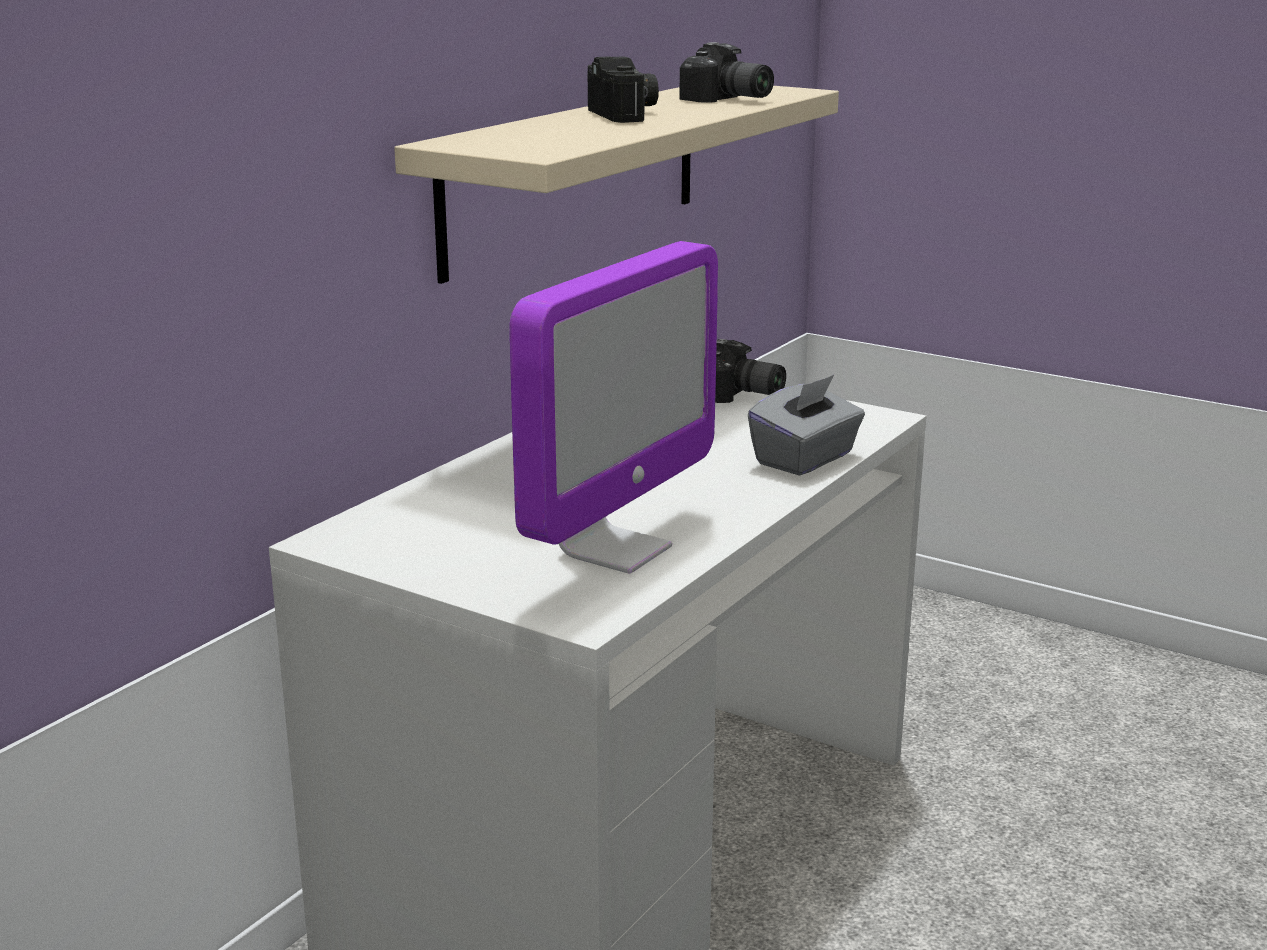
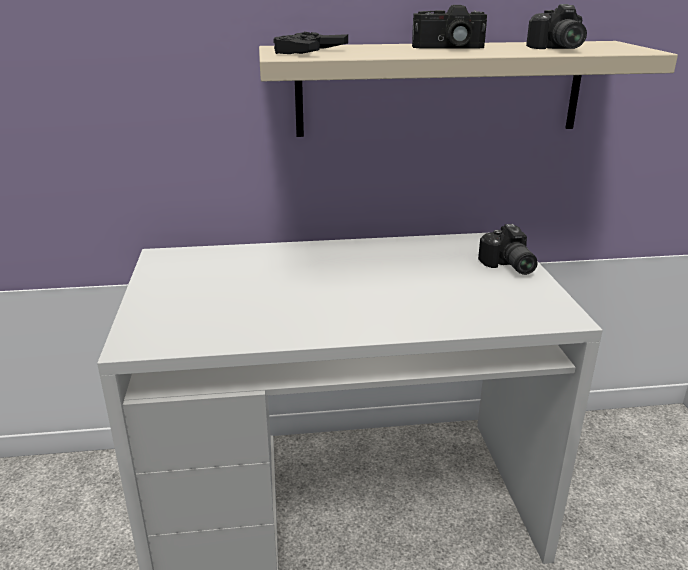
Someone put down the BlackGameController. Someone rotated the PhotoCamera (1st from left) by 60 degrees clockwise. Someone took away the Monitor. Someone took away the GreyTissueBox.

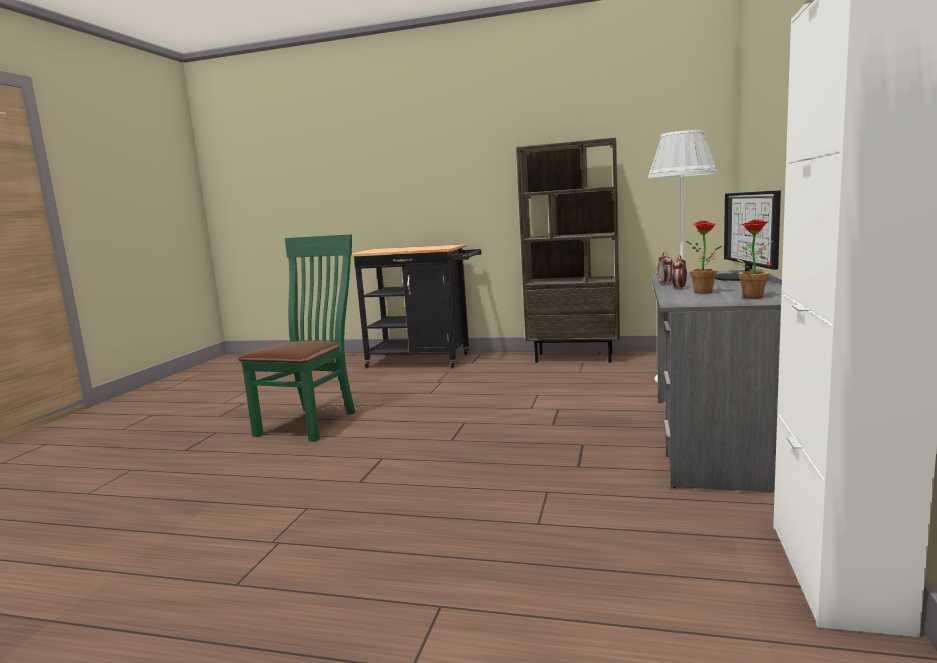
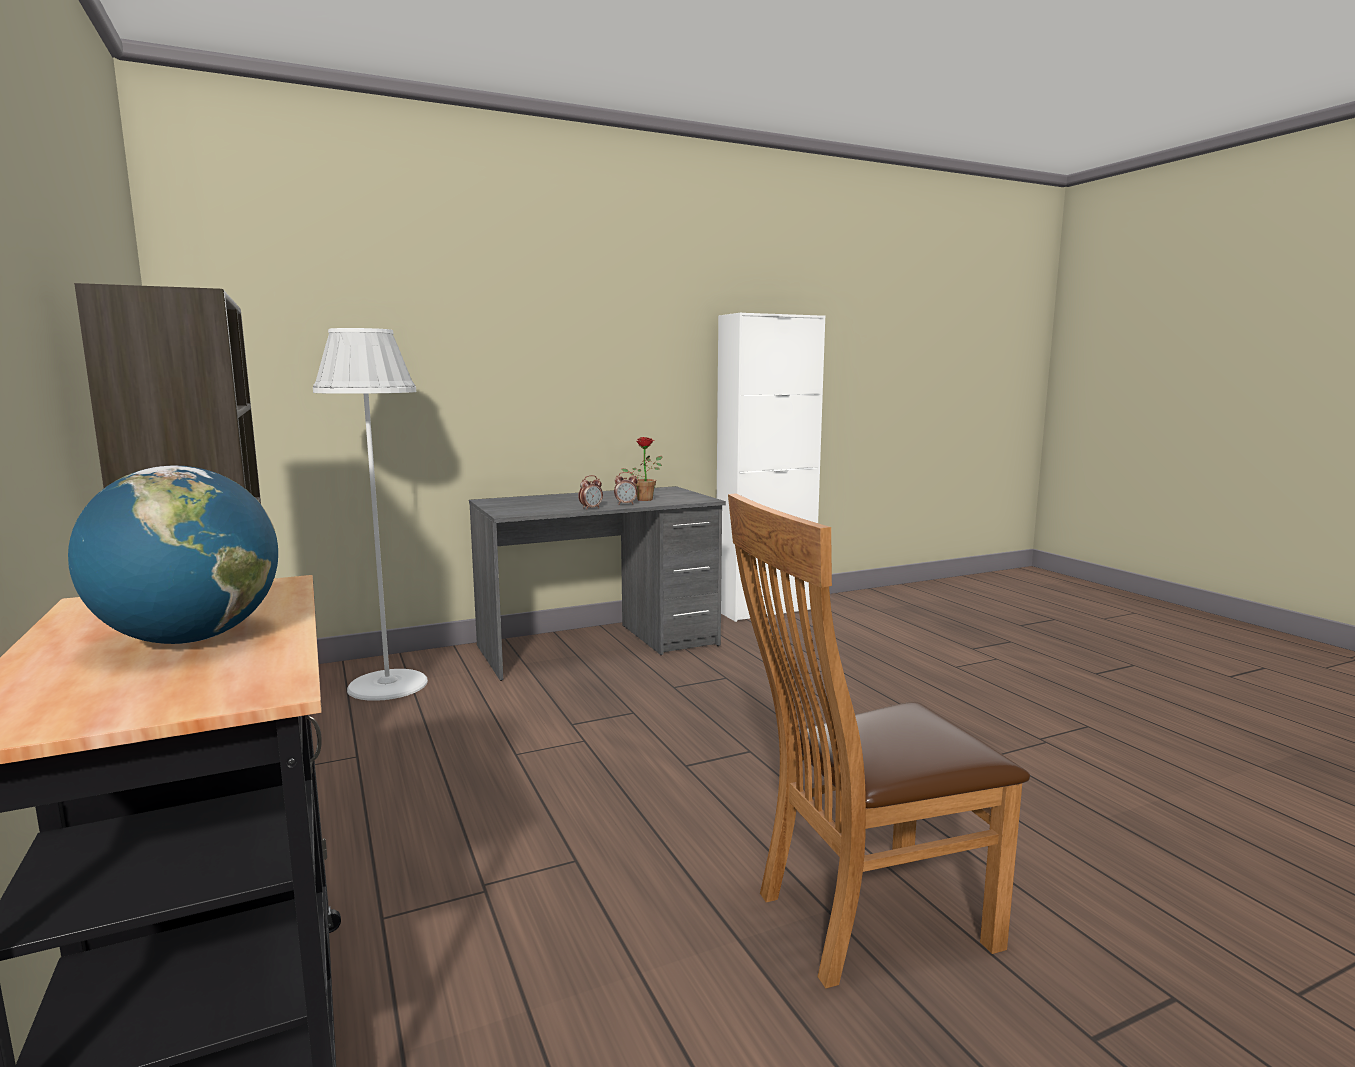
Someone put down the Globe. Someone repainted the GreenChair, which became the BrownChair. Someone took away the Monitor. Someone took away the PottedPlant (2nd from left).

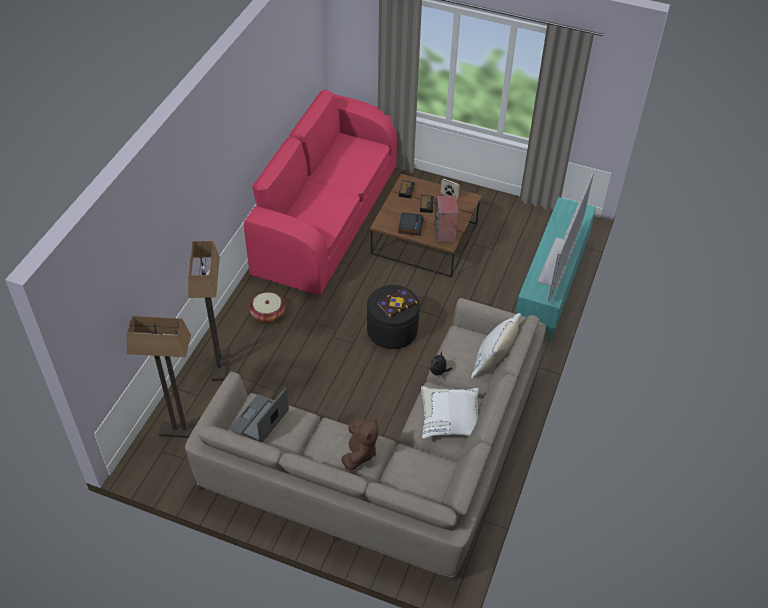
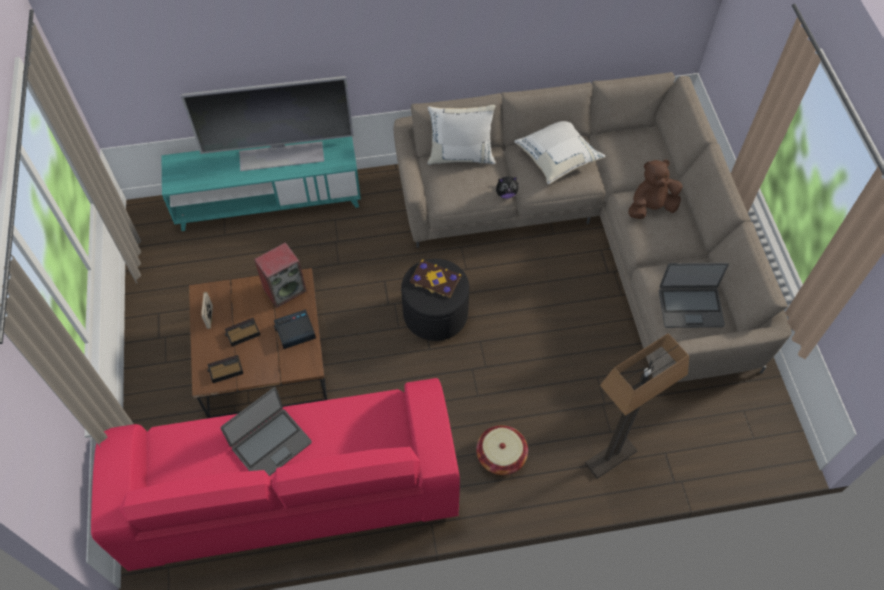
Someone put down the Laptop (1st from left). Someone took away the FloorLamp (1st from left).

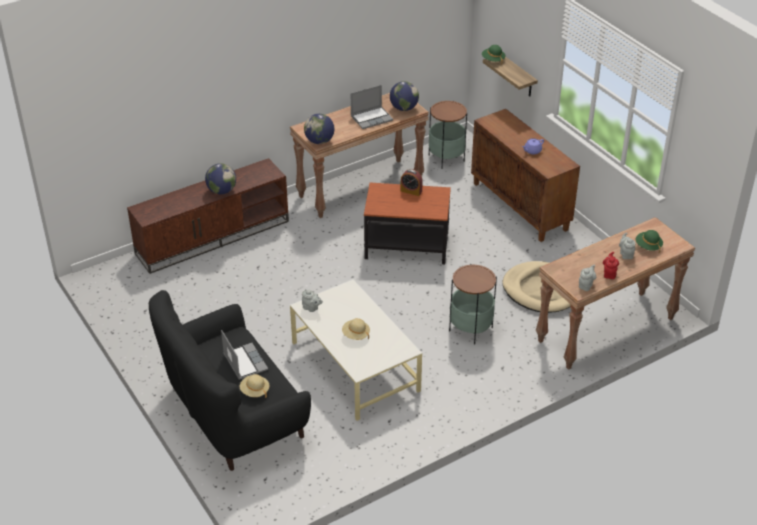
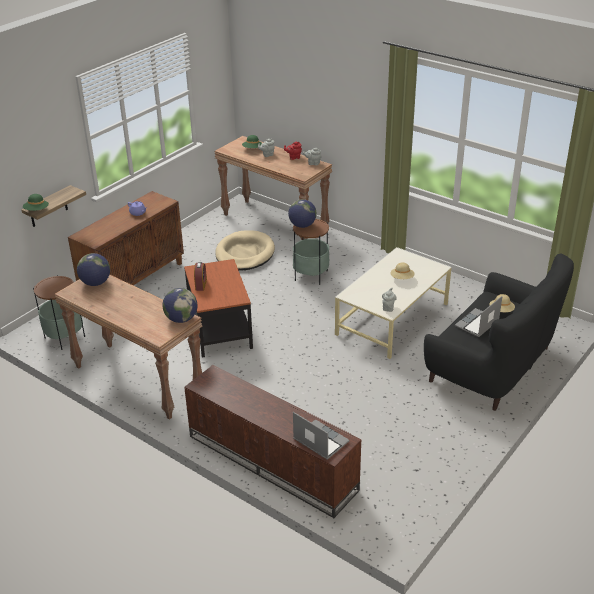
Someone carried the Globe (1st from left in the first image). Someone carried the Laptop (2nd from left in the first image).

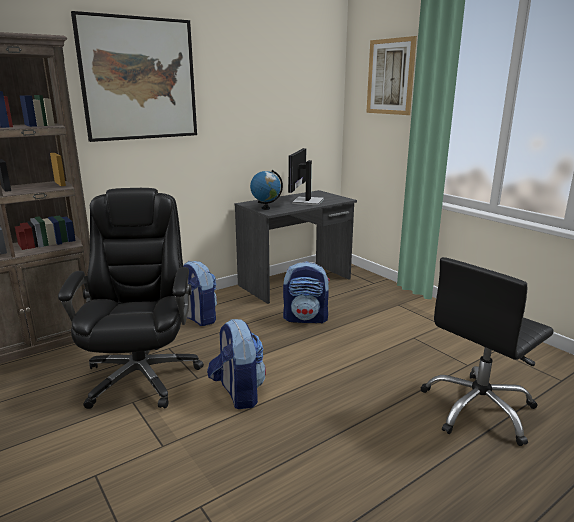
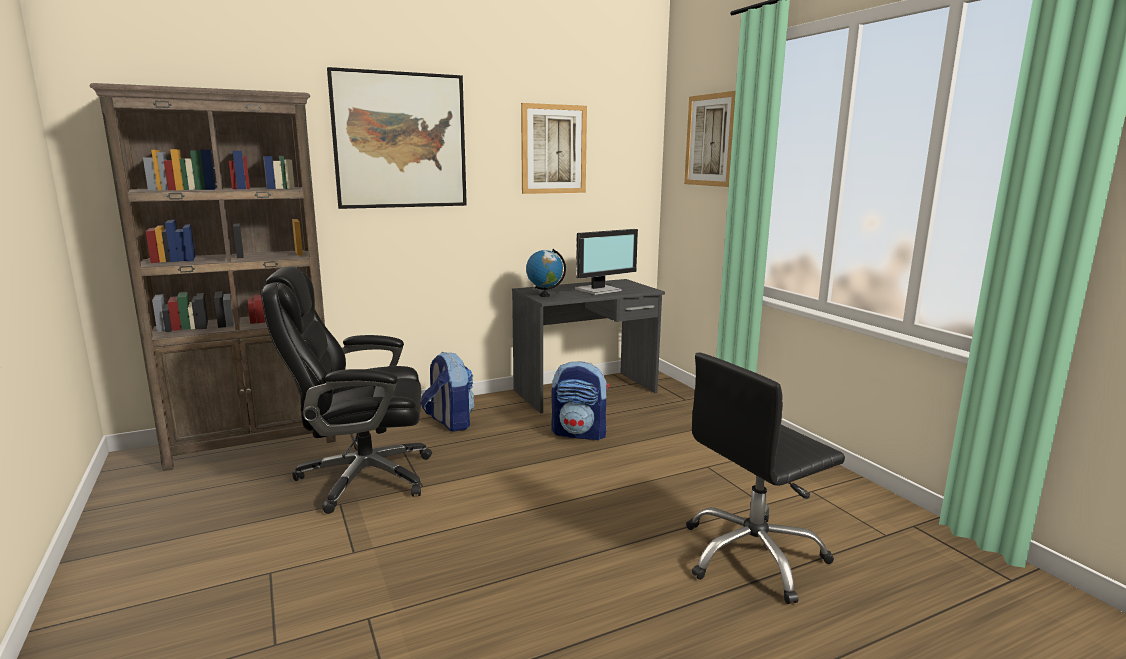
Someone rotated the BlackOfficeChair (1st from left) by 105 degrees counterclockwise. Someone put up the Picture (2nd from left). Someone rotated the Monitor by 150 degrees counterclockwise. Someone took away the Backpack (2nd from left).

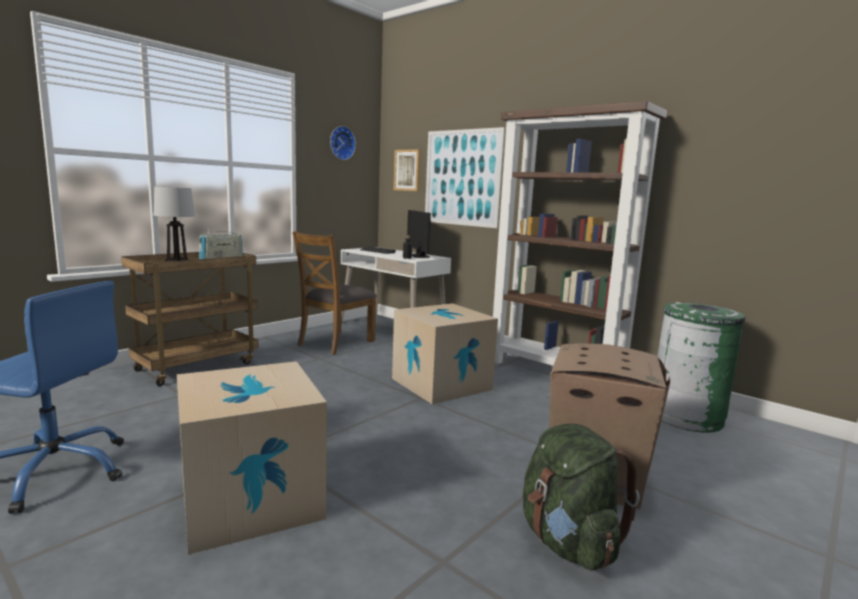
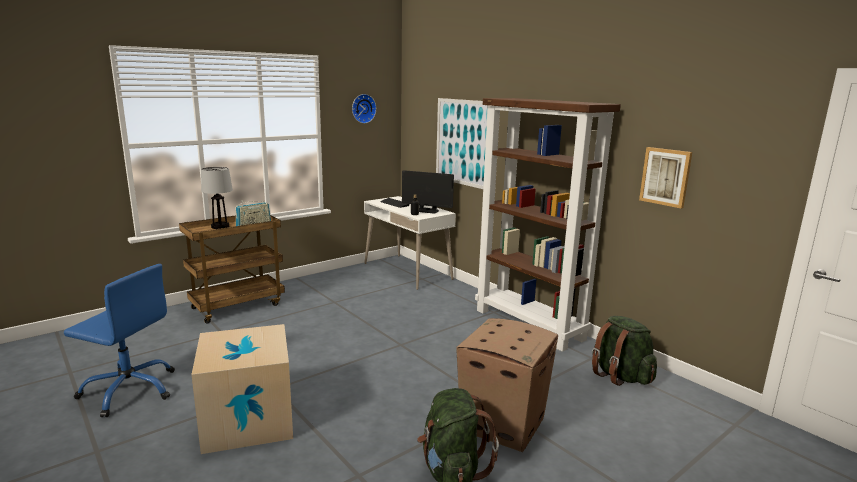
Someone rotated the Monitor by 60 degrees counterclockwise. Someone swapped the GreenTrashCan for the GreenBackpack (2nd from left). Someone carried the Picture (1st from left in the first image). Someone took away the BrownChair. Someone took away the CardboardBox (2nd from left).

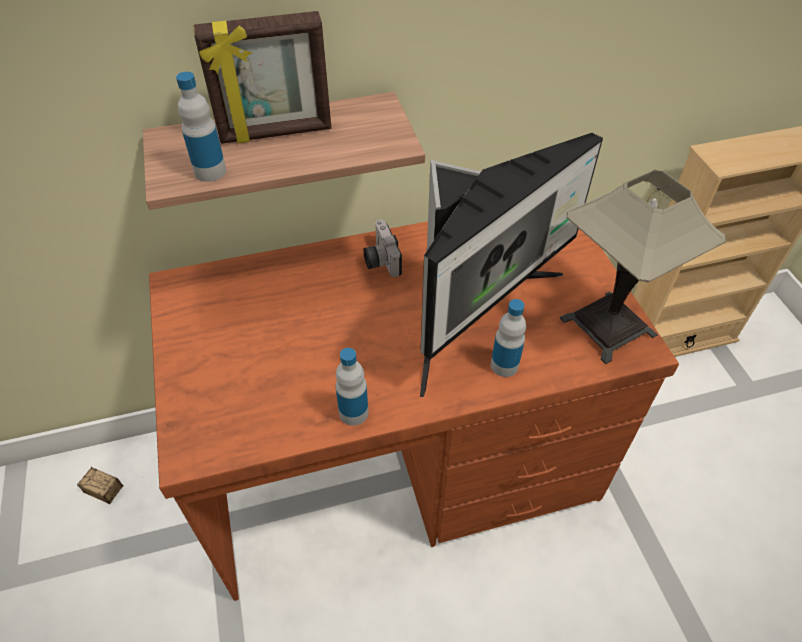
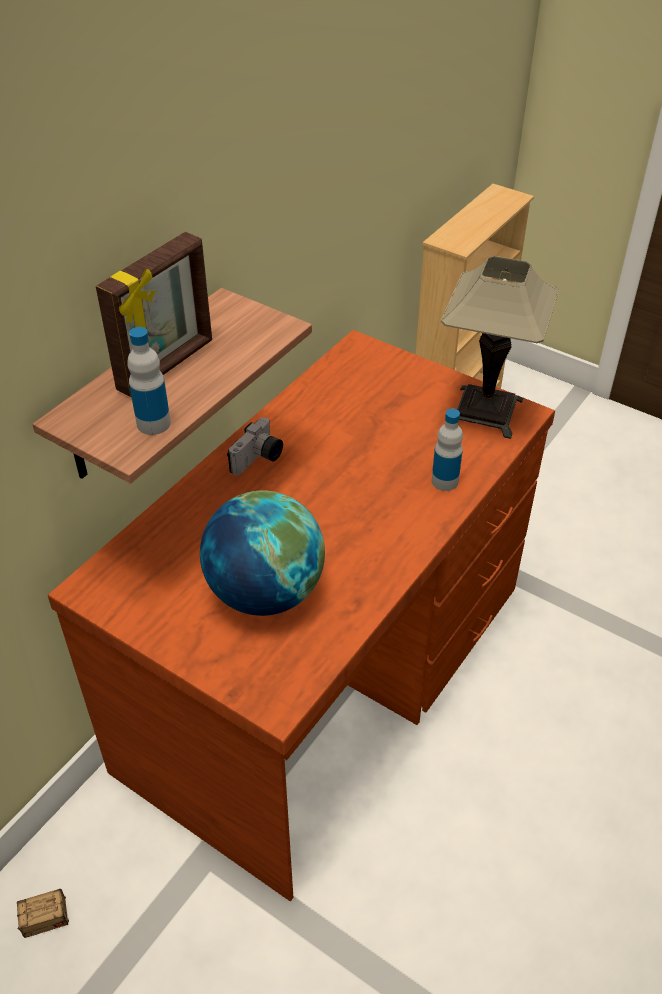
Someone put down the Globe. Someone rotated the PhotoCamera by 90 degrees counterclockwise. Someone took away the Bottle (2nd from left). Someone took away the Monitor.

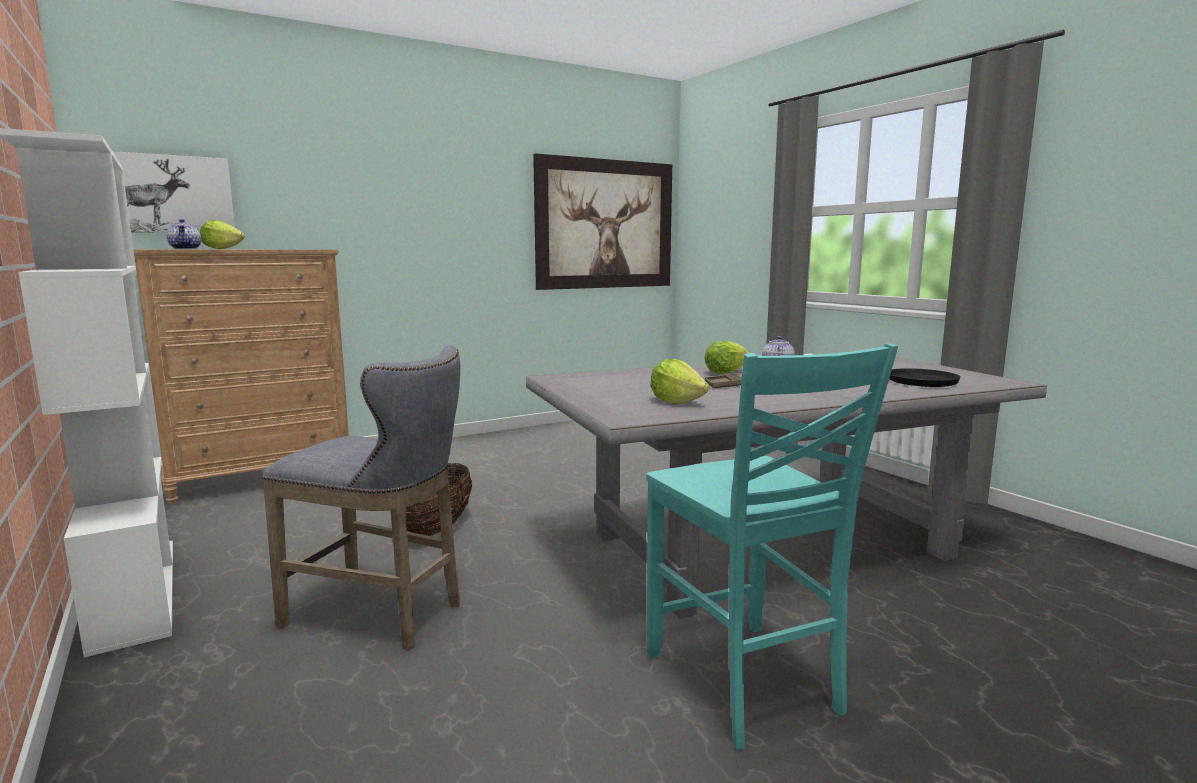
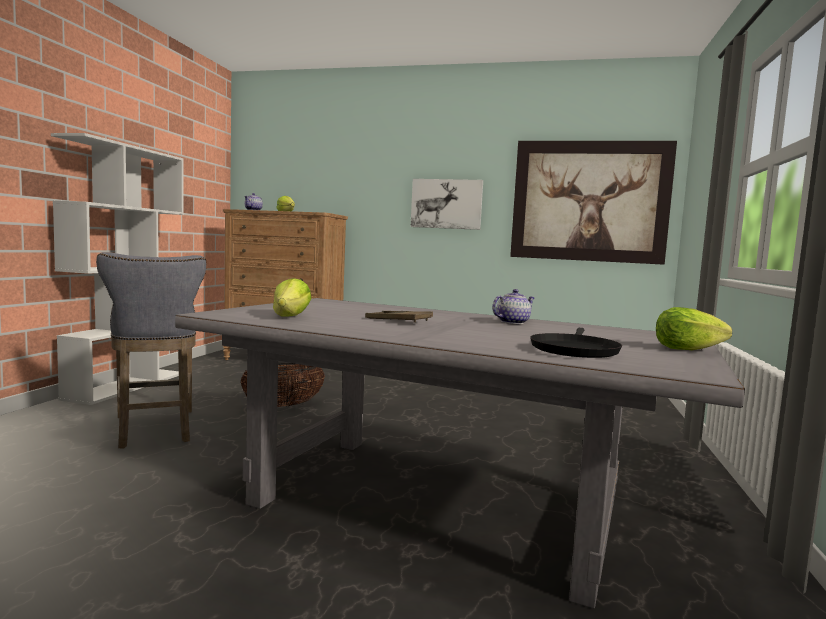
Someone carried the Picture (1st from left). Someone carried the Lettuce (3rd from left). Someone took away the TurquoiseChair.

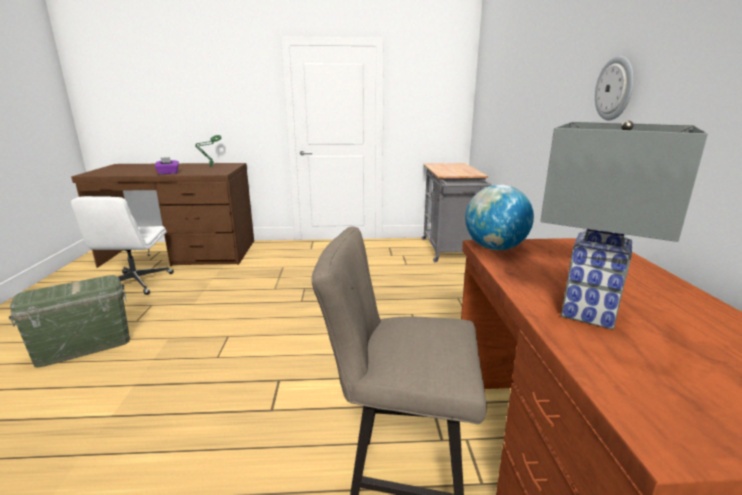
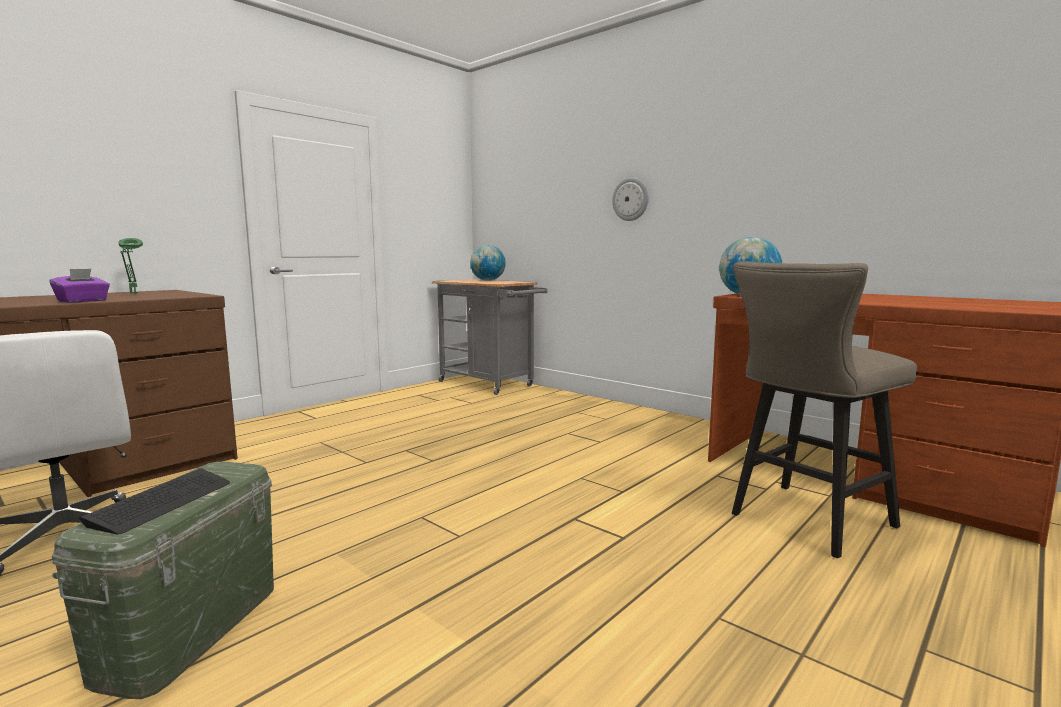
Someone put down the Keyboard. Someone put down the Globe (1st from left). Someone carried the WallClock. Someone took away the GreyTableLamp.

